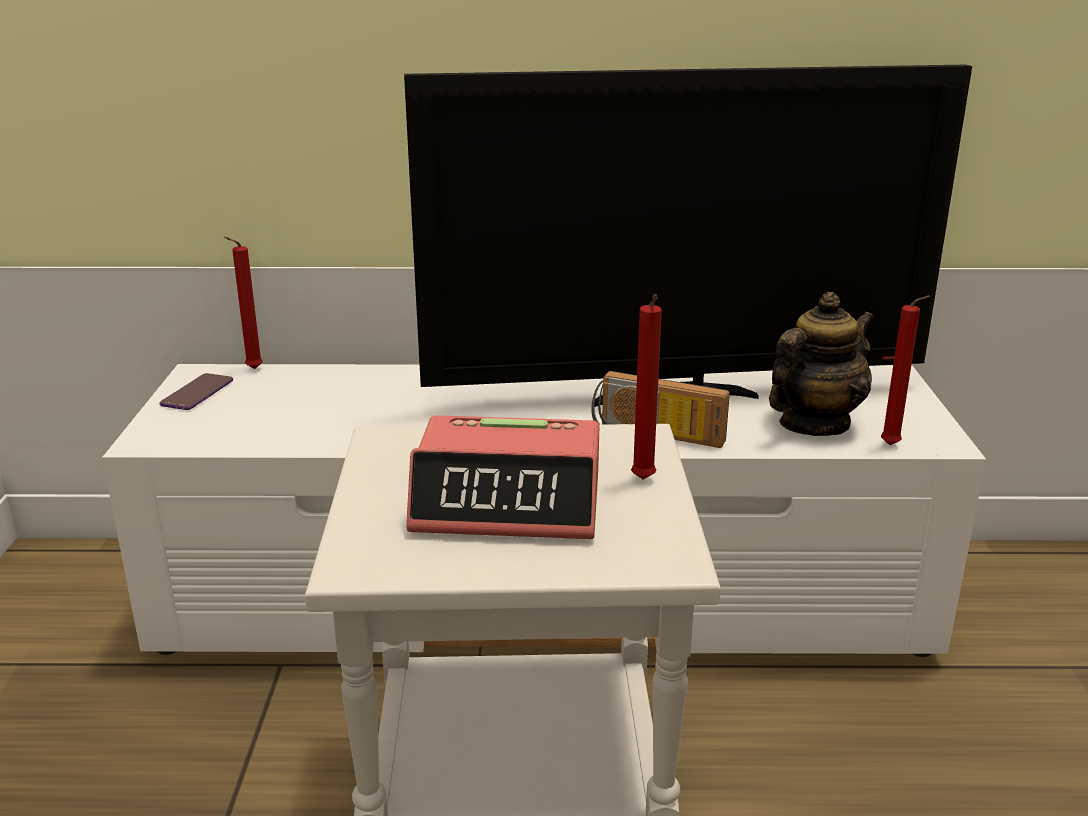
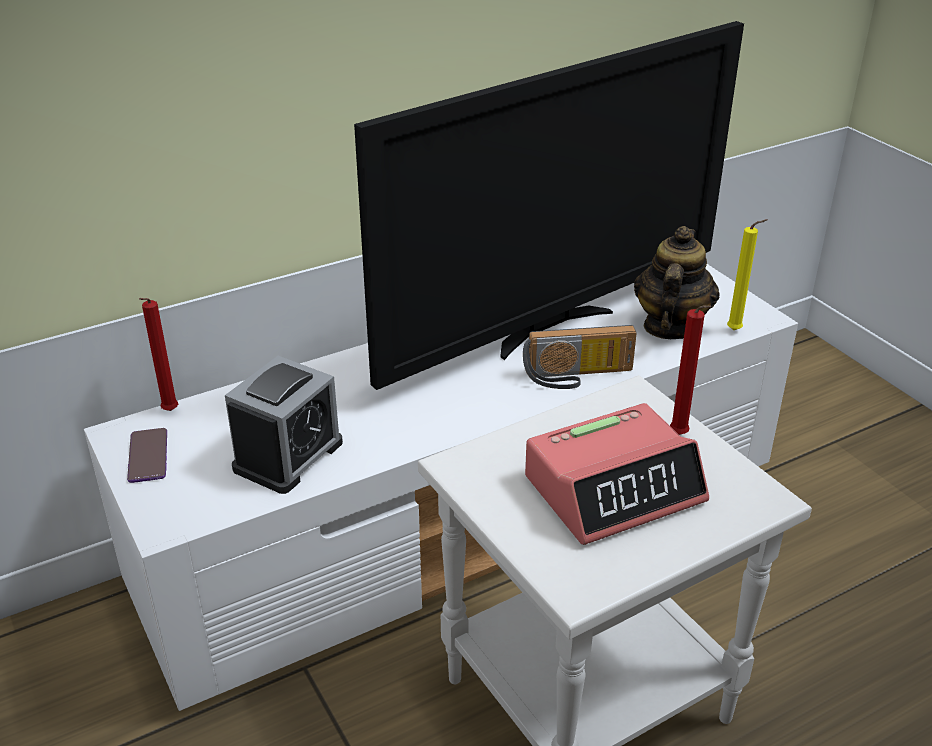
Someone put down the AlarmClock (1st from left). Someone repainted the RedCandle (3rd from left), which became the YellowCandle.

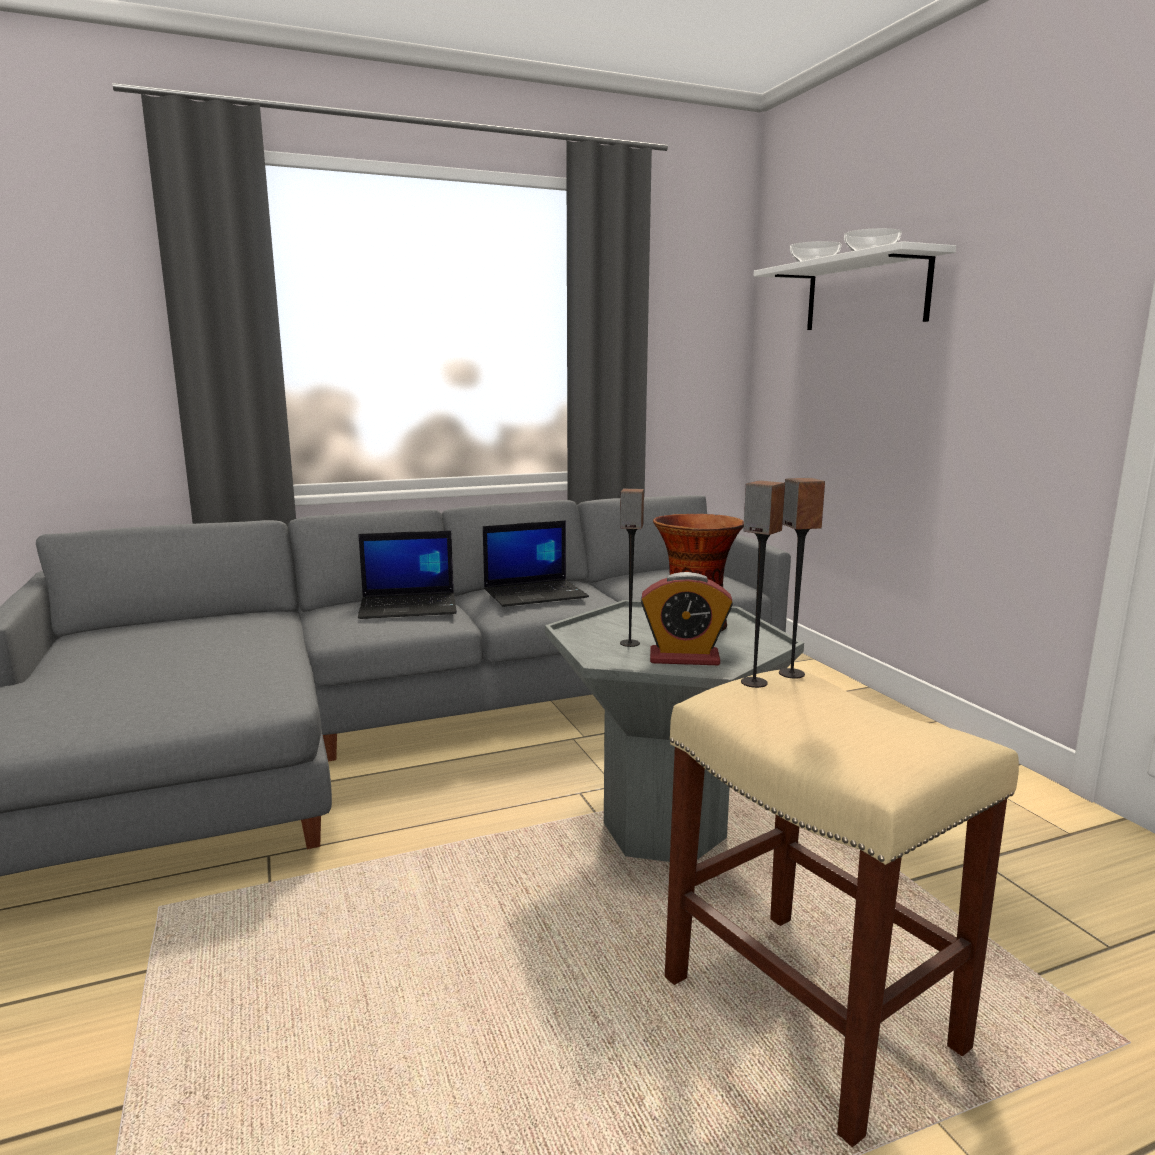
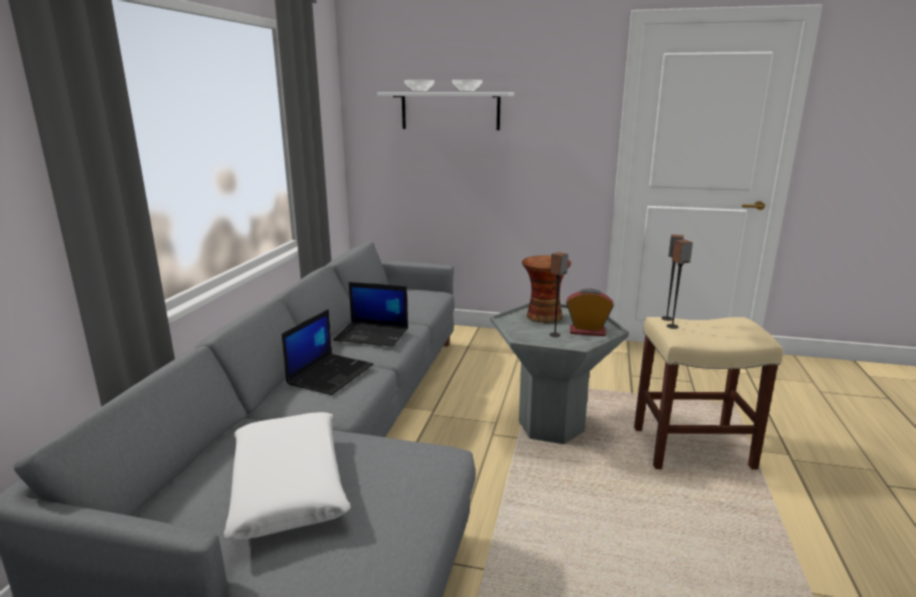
Someone put down the WhitePillow. Someone rotated the Laptop (2nd from left) by 90 degrees clockwise. Someone rotated the AlarmClock by 120 degrees counterclockwise.

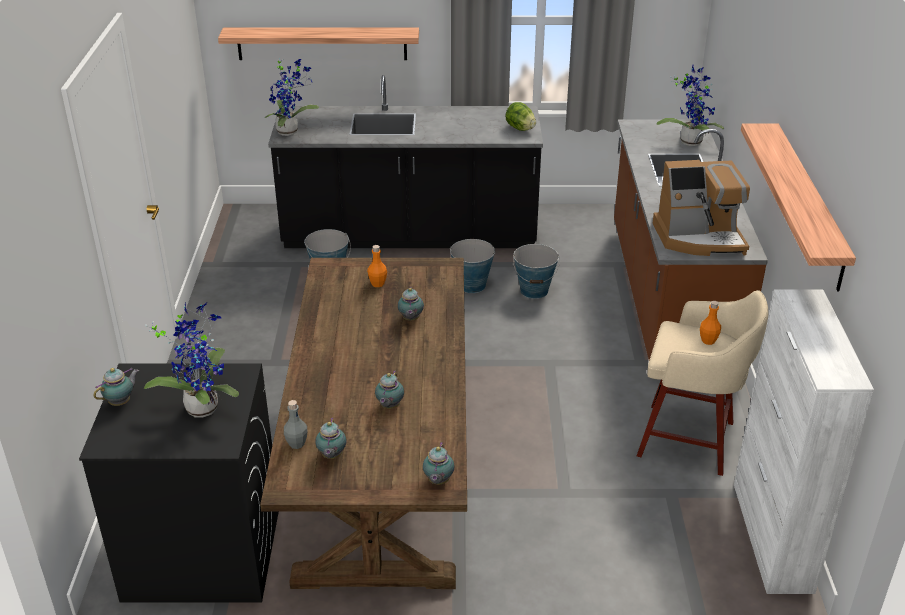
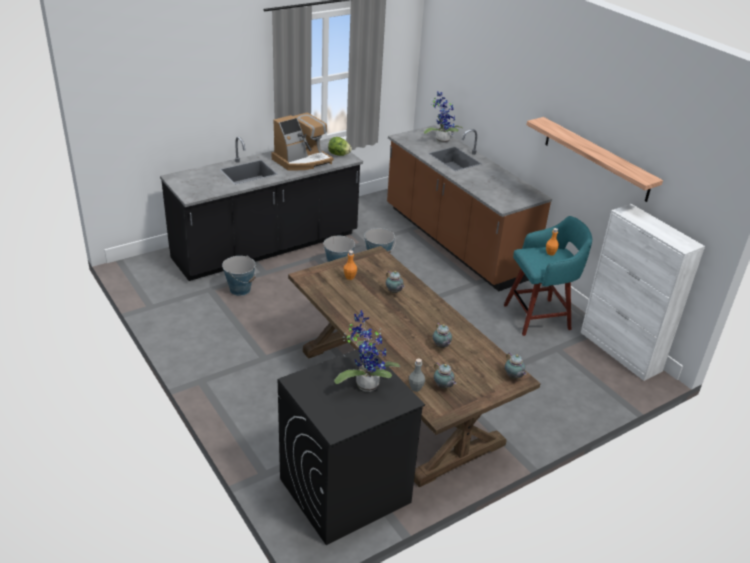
Someone carried the CoffeeMachine. Someone repainted the BeigeStool, which became the TurquoiseStool. Someone took away the Teapot (1st from left). Someone took away the Shelf (1st from left). Someone took away the PottedPlant (2nd from left).

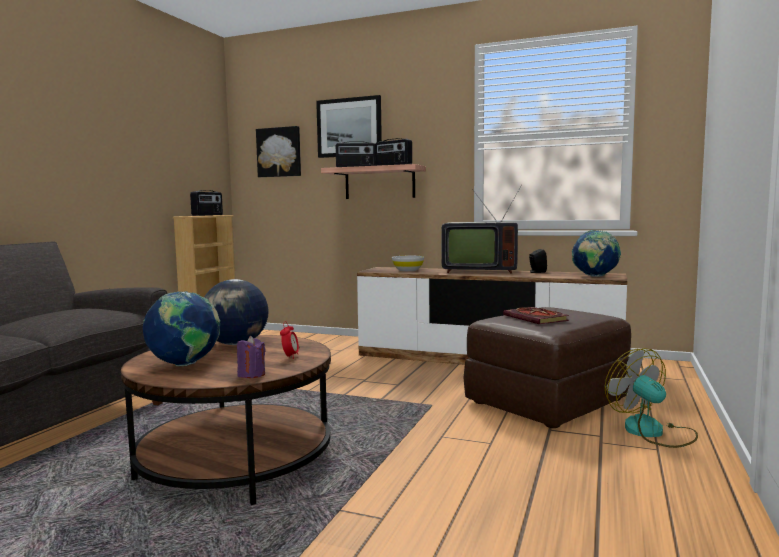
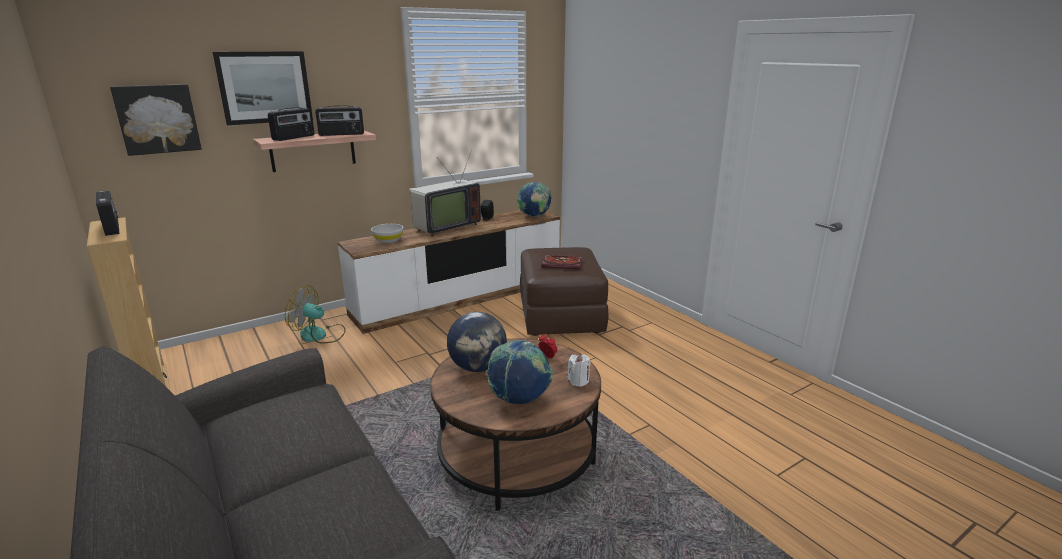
Someone carried the Fan. Someone repainted the PurpleCandle, which became the WhiteCandle.

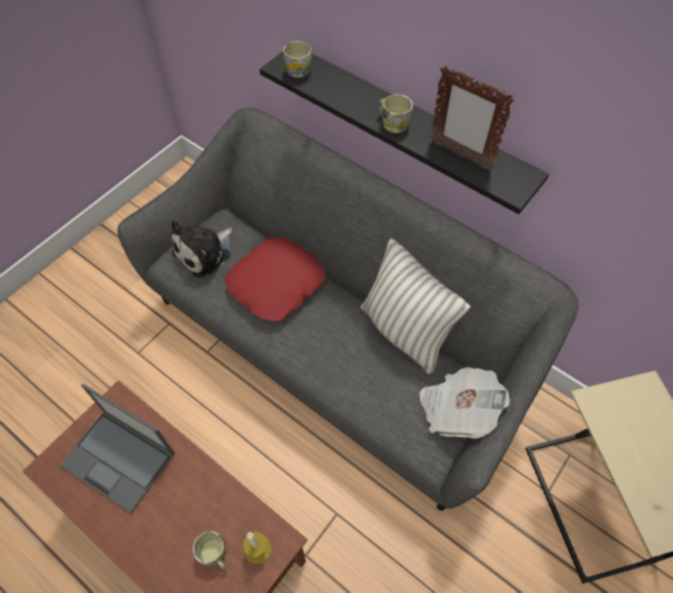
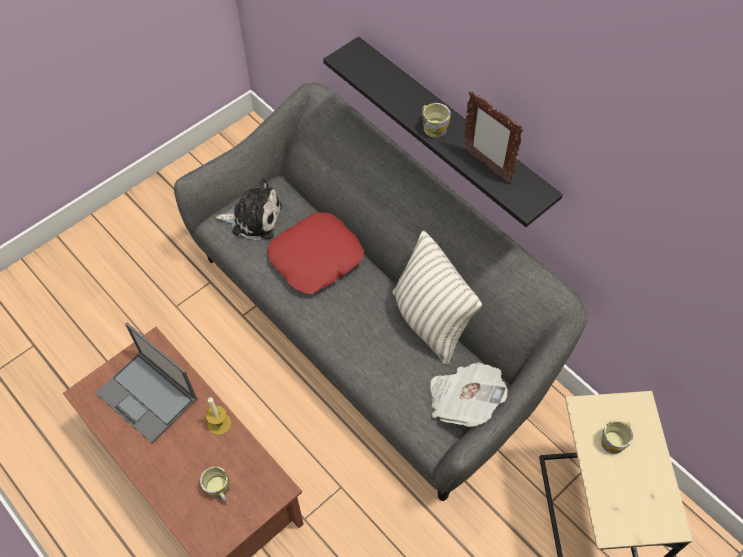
Someone carried the Candle. Someone rotated the PlushToy by 135 degrees counterclockwise. Someone carried the Mug (2nd from left in the first image).

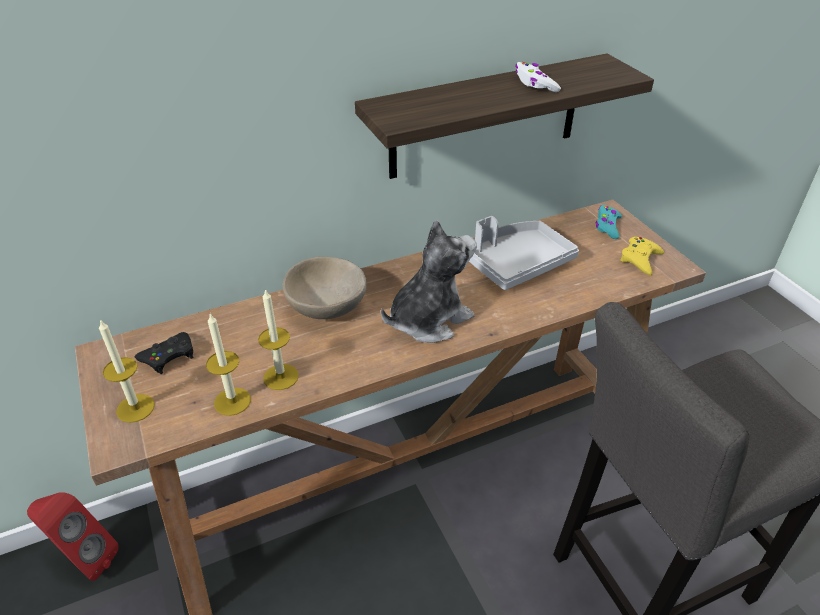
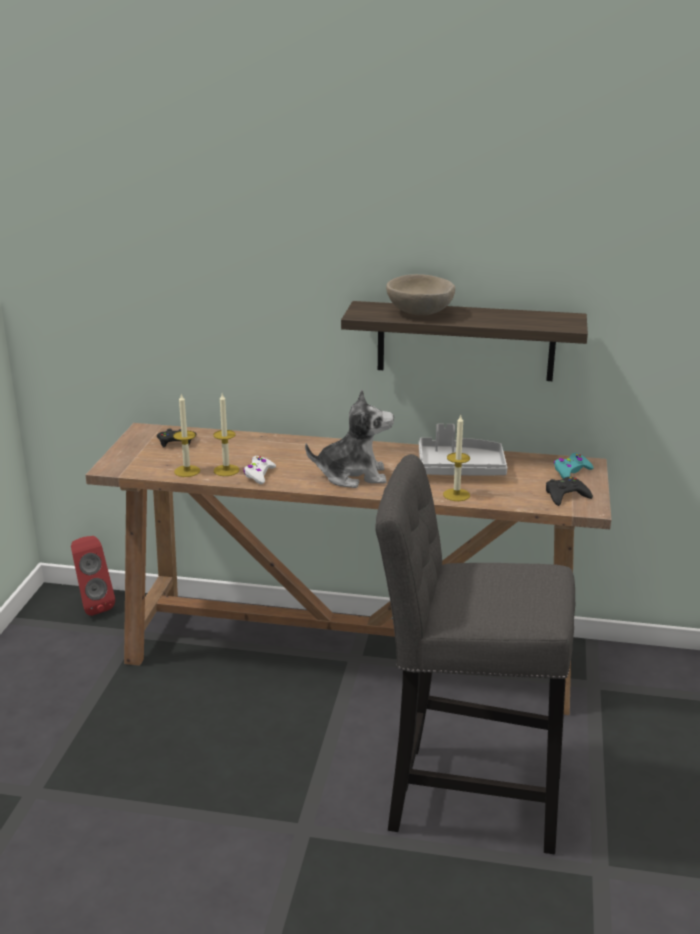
Someone carried the WhiteGameController. Someone carried the BeigeBowl. Someone carried the Candle (1st from left in the first image). Someone repainted the YellowGameController, which became the BlackGameController (2nd from left).

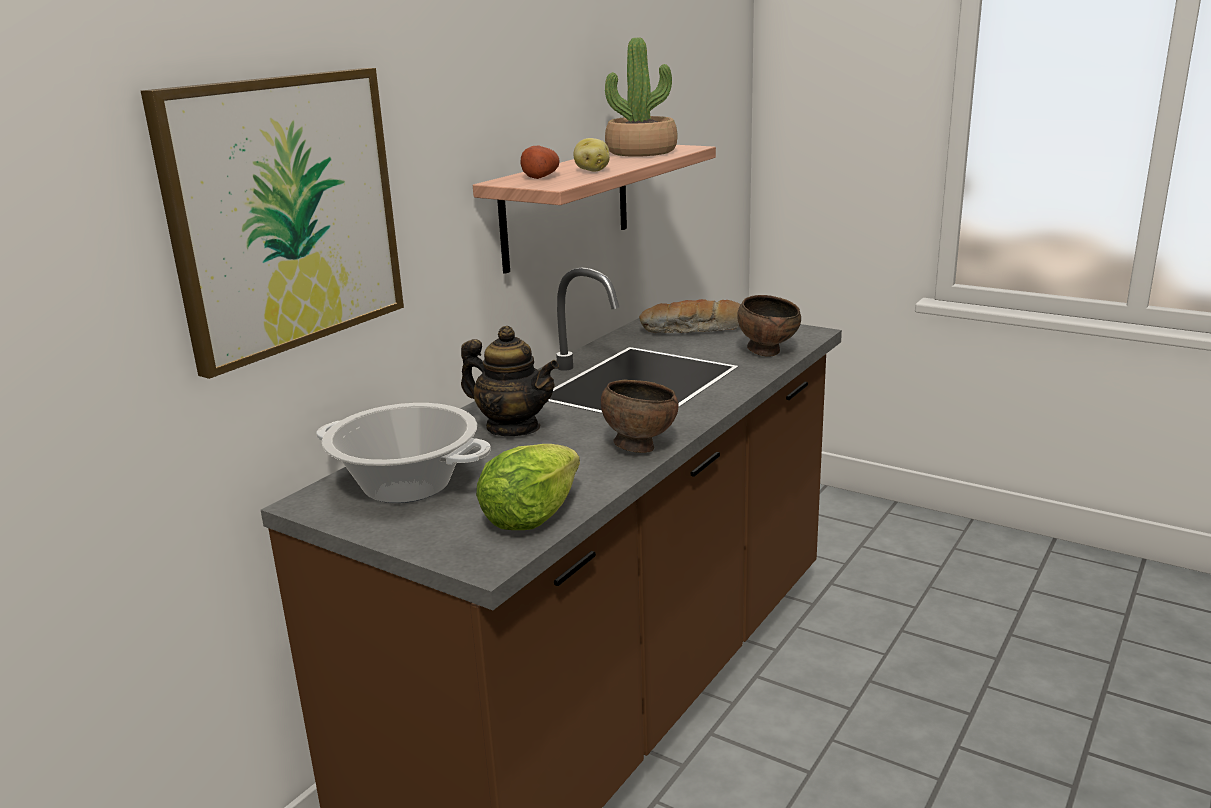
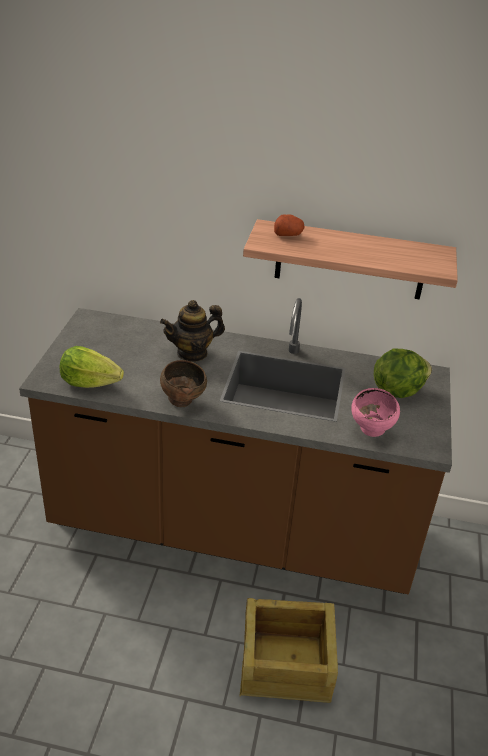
Someone rotated the Teapot by 60 degrees clockwise. Someone put down the Crate. Someone repainted the BrownBowl (2nd from left), which became the PinkBowl. Someone swapped the Bread for the Lettuce (2nd from left). Someone took away the Picture. Someone took away the CookingPot. Someone took away the Potato (2nd from left). Someone took away the PottedPlant.

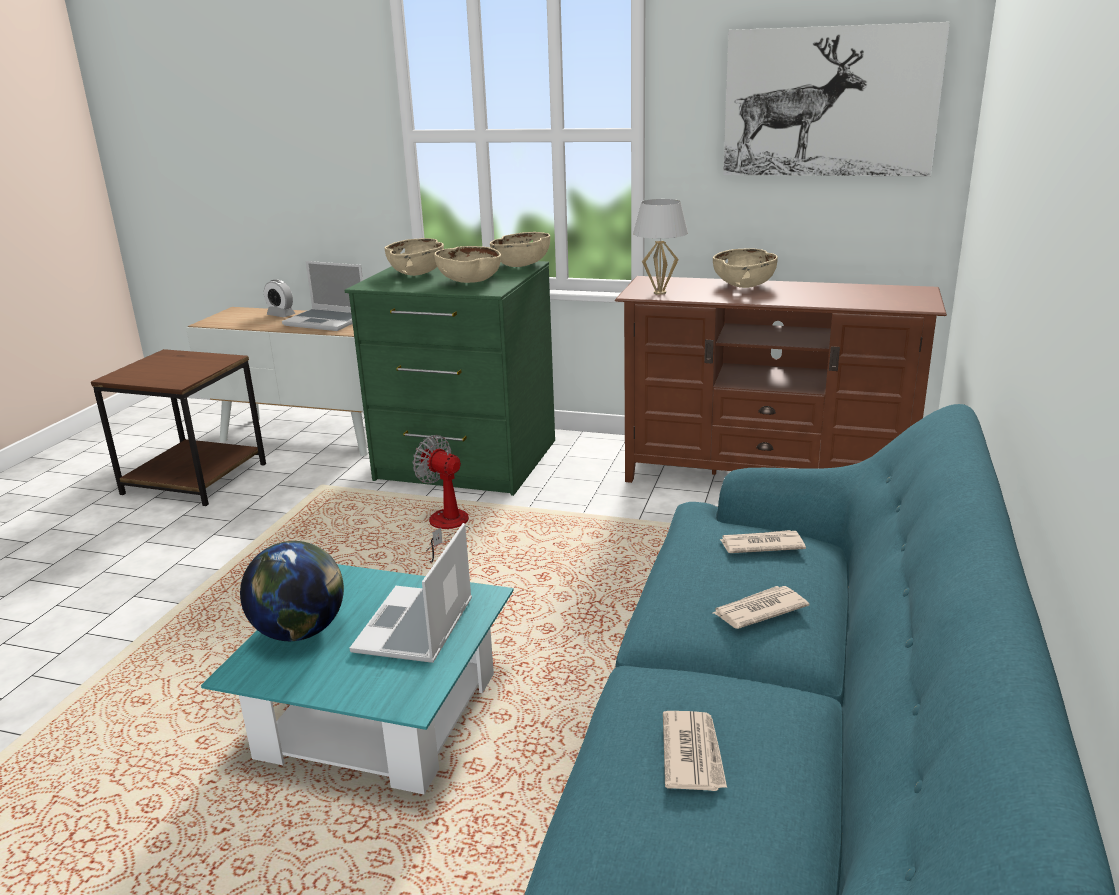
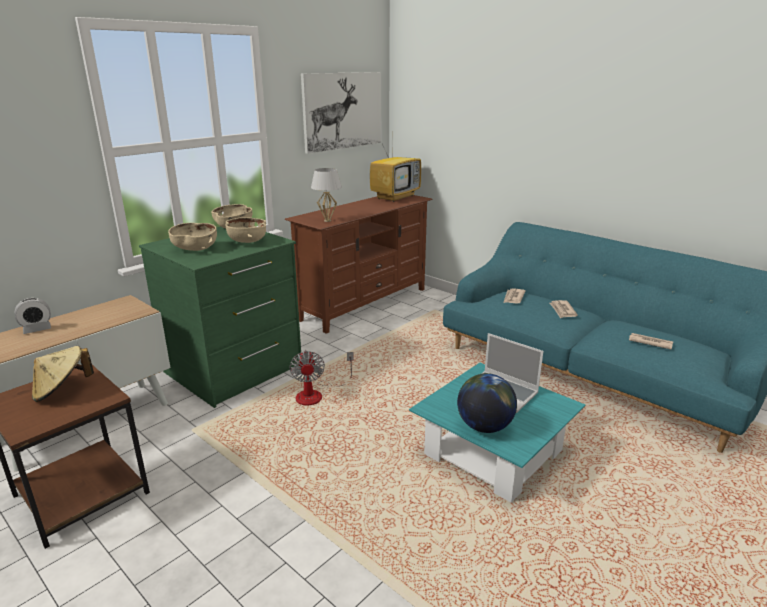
Someone put down the BeigeHat. Someone rotated the Fan by 75 degrees counterclockwise. Someone put down the Television. Someone took away the Laptop (1st from left). Someone took away the BeigeBowl (4th from left).

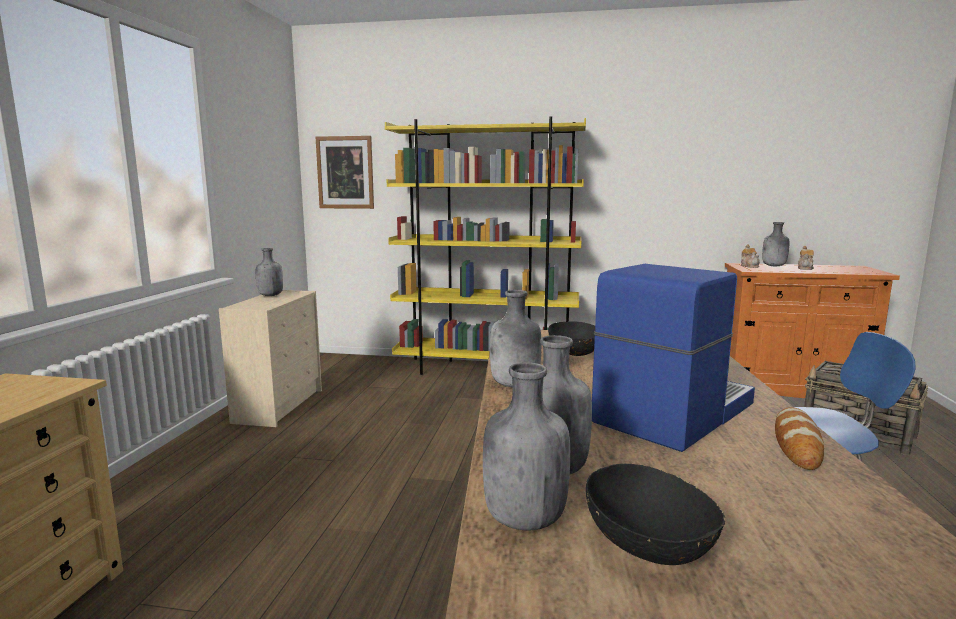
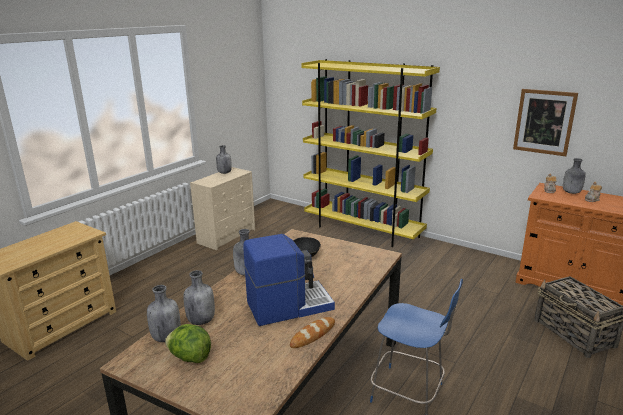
Someone swapped the BlackBowl (2nd from left) for the Lettuce. Someone carried the Picture.

